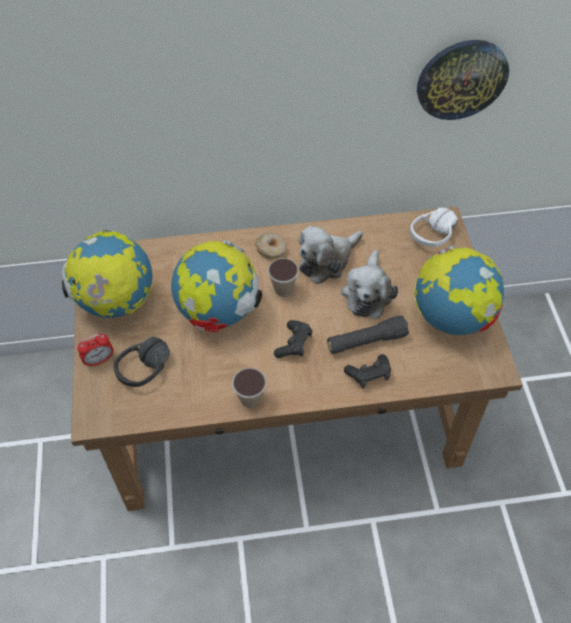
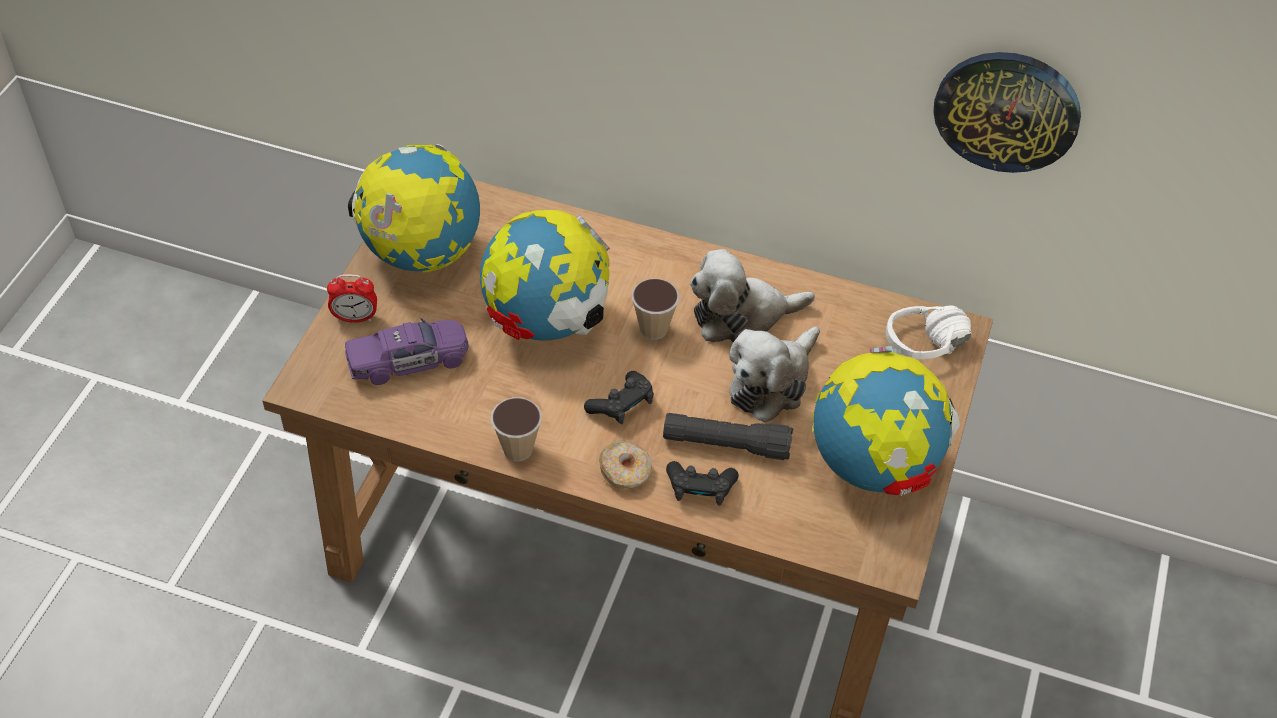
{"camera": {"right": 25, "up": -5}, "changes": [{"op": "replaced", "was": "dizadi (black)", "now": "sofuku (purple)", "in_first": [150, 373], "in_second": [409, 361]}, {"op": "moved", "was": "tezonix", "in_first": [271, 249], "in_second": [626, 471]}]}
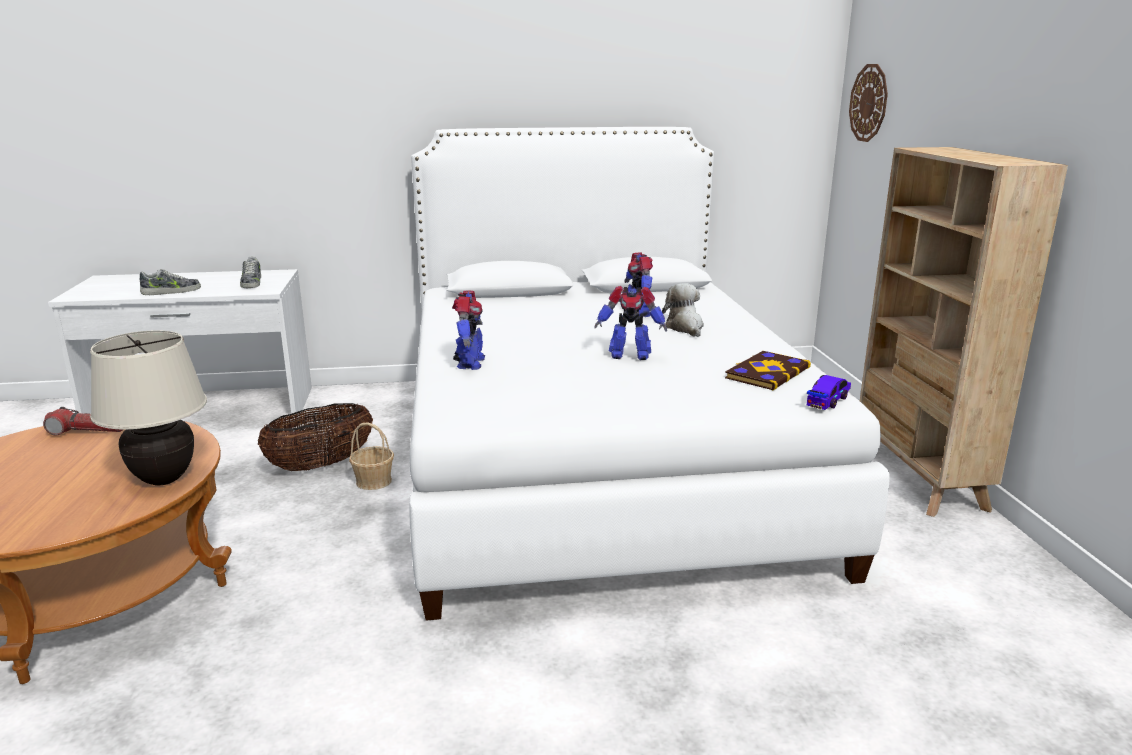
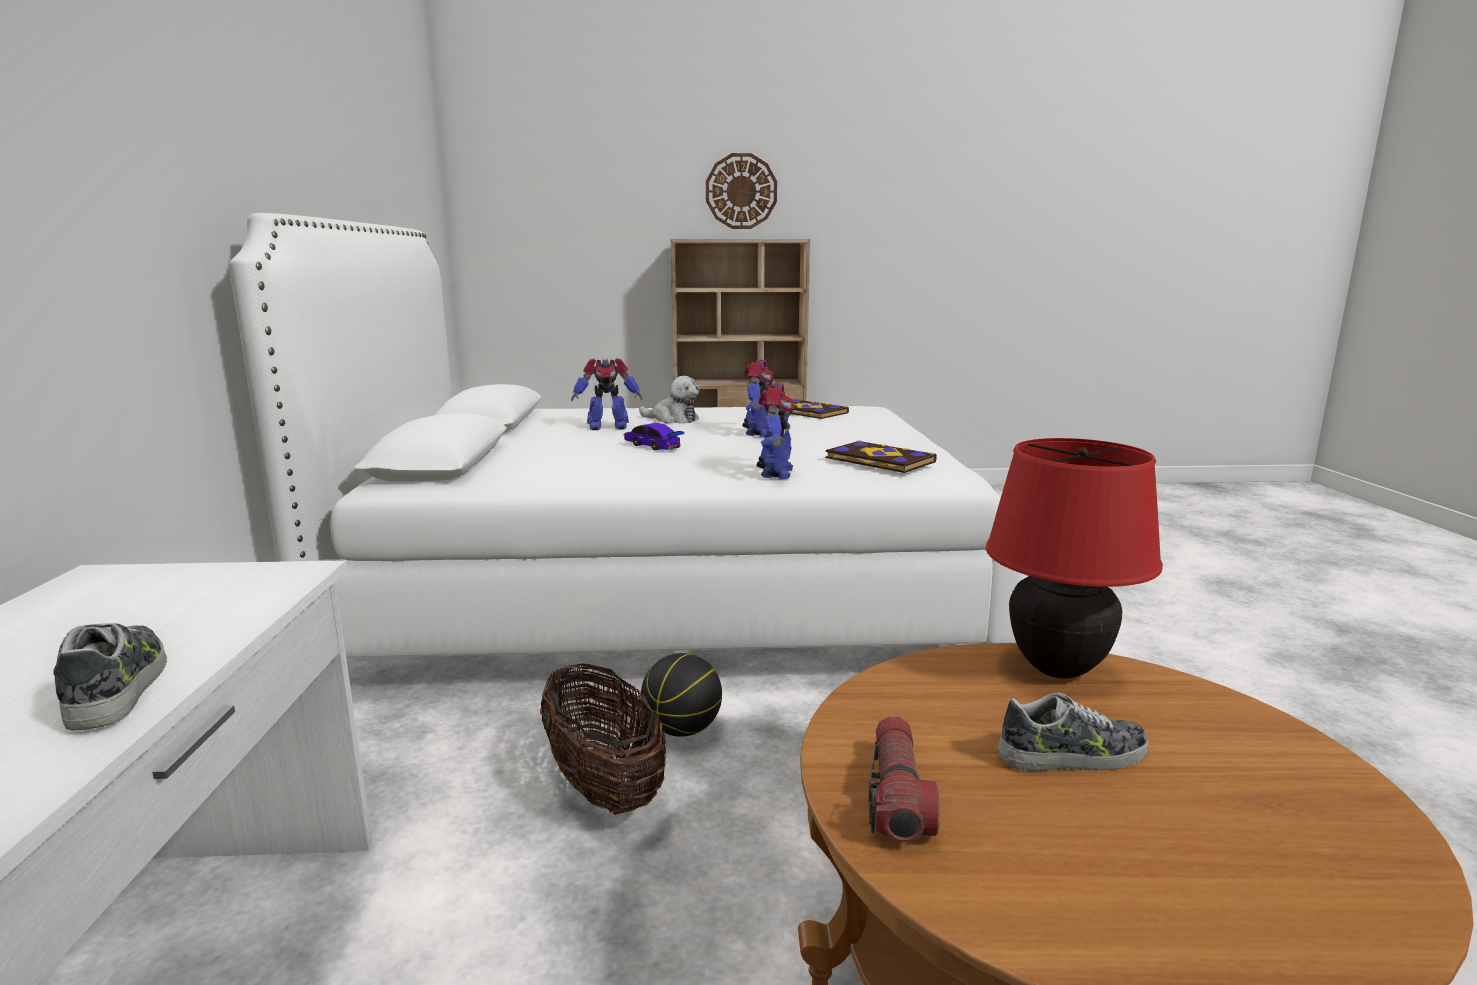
{"camera": {"right": -85, "up": -5}, "changes": [{"op": "recoloured", "was": "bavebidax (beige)", "now": "bavebidax (red)", "in_first": [163, 479], "in_second": [1057, 670]}, {"op": "moved", "was": "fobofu", "in_first": [251, 282], "in_second": [1073, 756]}, {"op": "replaced", "was": "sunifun", "now": "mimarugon", "in_first": [373, 481], "in_second": [681, 730]}, {"op": "turned", "was": "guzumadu", "in_first": [469, 363], "in_second": [775, 473], "clockwise": 90}, {"op": "turned", "was": "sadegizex", "in_first": [685, 328], "in_second": [672, 419], "clockwise": -150}, {"op": "moved", "was": "sofuku", "in_first": [828, 400], "in_second": [652, 446]}, {"op": "moved", "was": "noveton", "in_first": [869, 103], "in_second": [741, 191]}, {"op": "added", "now": "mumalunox", "in_second": [879, 460]}]}
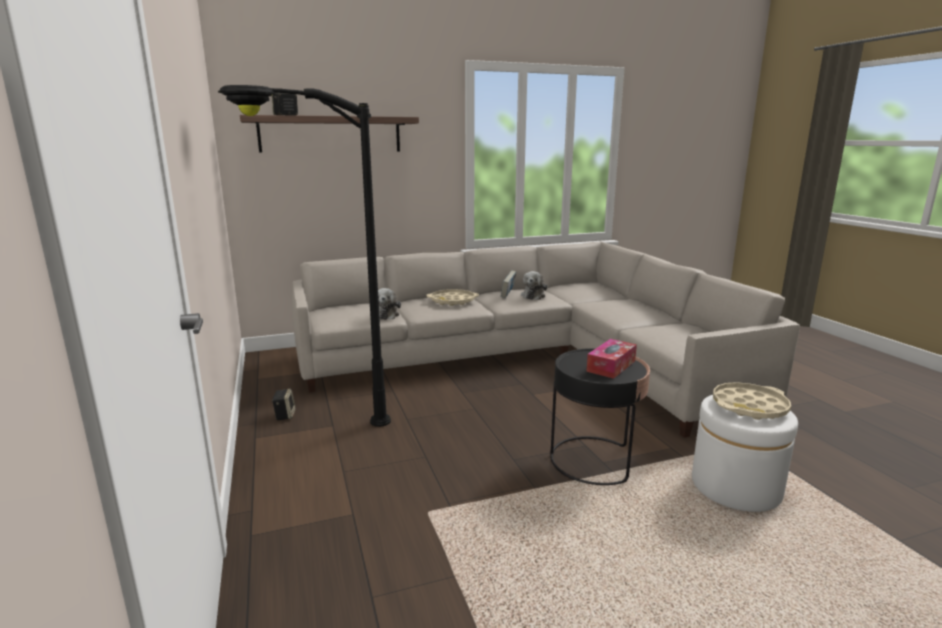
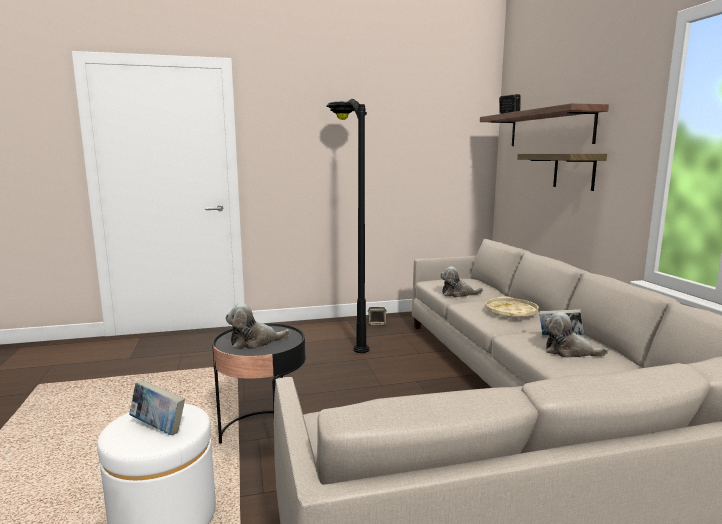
{"camera": {"right": 95, "up": -5}, "changes": [{"op": "replaced", "was": "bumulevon", "now": "sadegizex", "in_first": [611, 366], "in_second": [255, 342]}, {"op": "replaced", "was": "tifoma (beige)", "now": "mumalunox", "in_first": [749, 407], "in_second": [158, 428]}, {"op": "added", "now": "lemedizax", "in_second": [574, 171]}]}
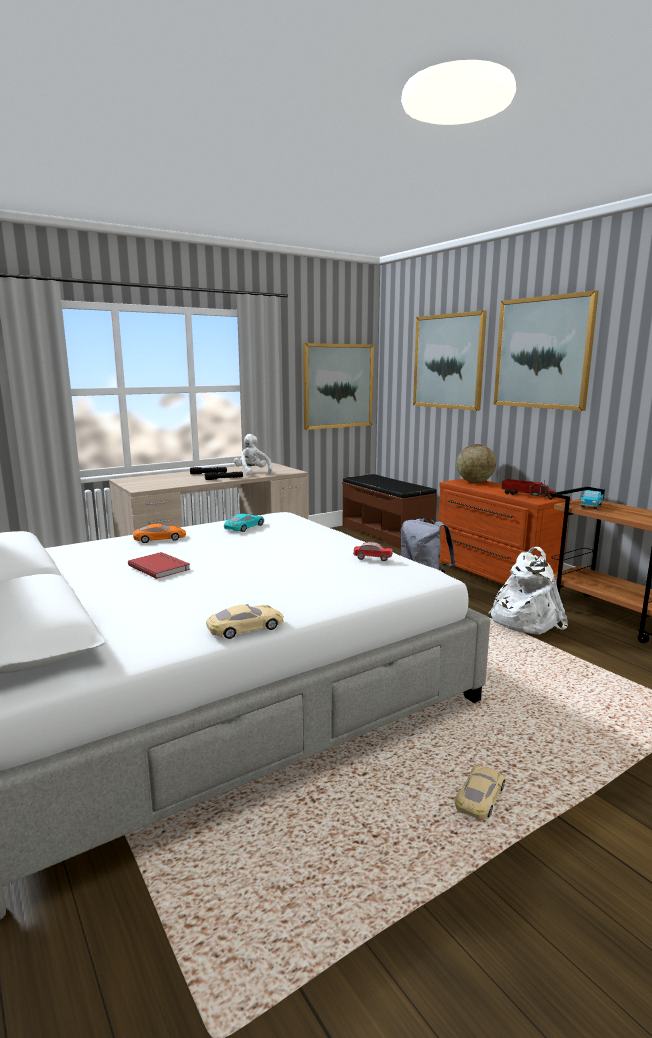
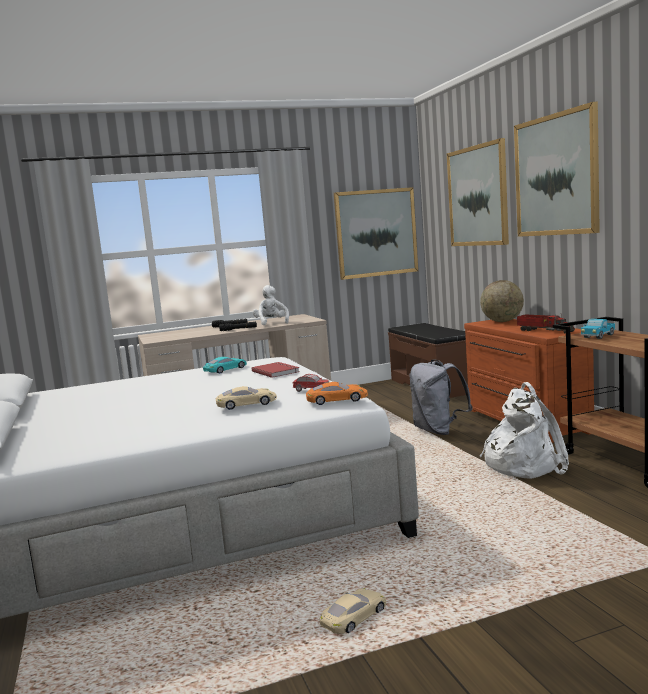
{"camera": {"right": 15, "up": -5}, "changes": [{"op": "moved", "was": "mumalunox (red)", "in_first": [160, 567], "in_second": [276, 371]}, {"op": "moved", "was": "sofuku (orange)", "in_first": [160, 538], "in_second": [337, 400]}, {"op": "moved", "was": "sofuku (beige)", "in_first": [245, 627], "in_second": [246, 404]}]}
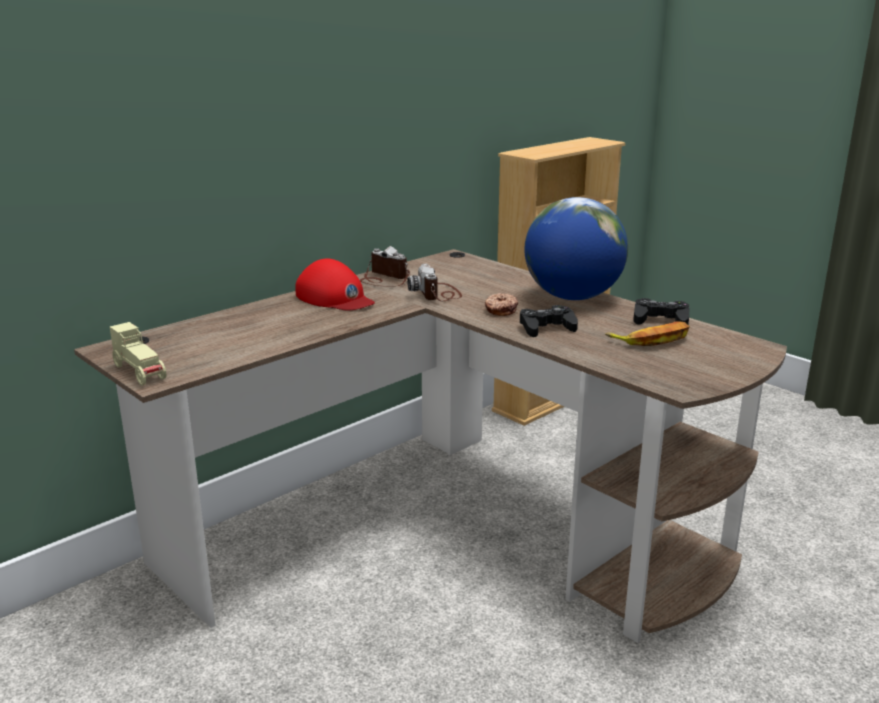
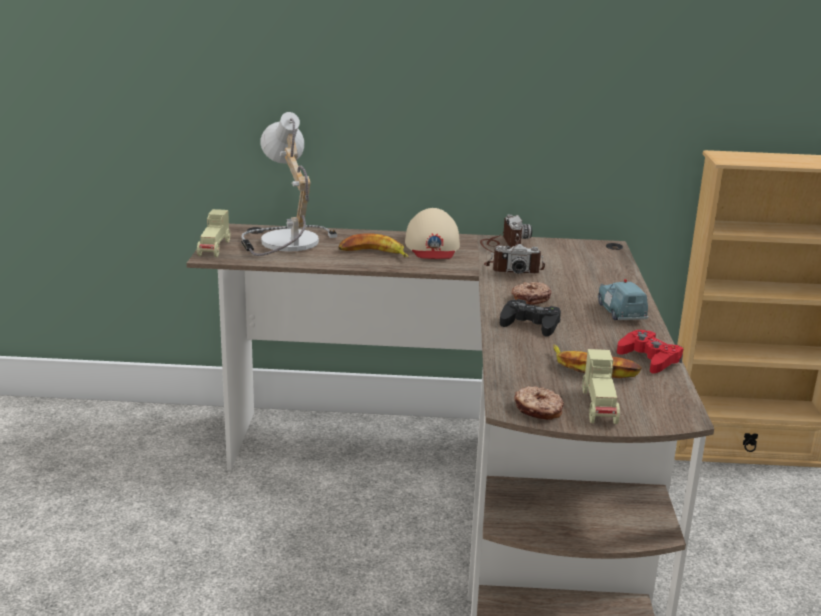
{"camera": {"right": 45, "up": 0}, "changes": [{"op": "recoloured", "was": "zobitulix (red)", "now": "zobitulix (beige)", "in_first": [335, 298], "in_second": [432, 246]}, {"op": "turned", "was": "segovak", "in_first": [437, 294], "in_second": [513, 269], "clockwise": -120}, {"op": "replaced", "was": "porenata", "now": "sofuku (blue)", "in_first": [573, 297], "in_second": [621, 312]}, {"op": "recoloured", "was": "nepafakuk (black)", "now": "nepafakuk (red)", "in_first": [660, 320], "in_second": [649, 359]}, {"op": "added", "now": "bavebidax", "in_second": [283, 241]}, {"op": "added", "now": "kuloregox", "in_second": [373, 254]}, {"op": "added", "now": "tezonix", "in_second": [538, 410]}, {"op": "added", "now": "sofuku (beige)", "in_second": [600, 407]}]}
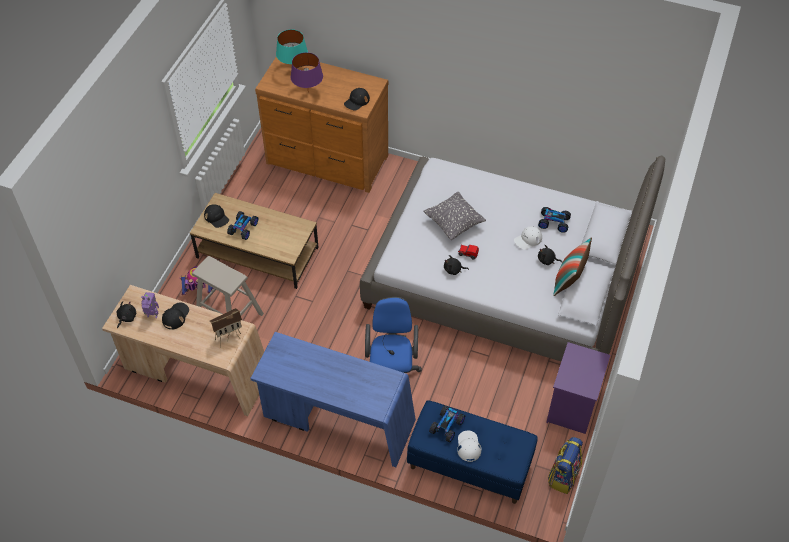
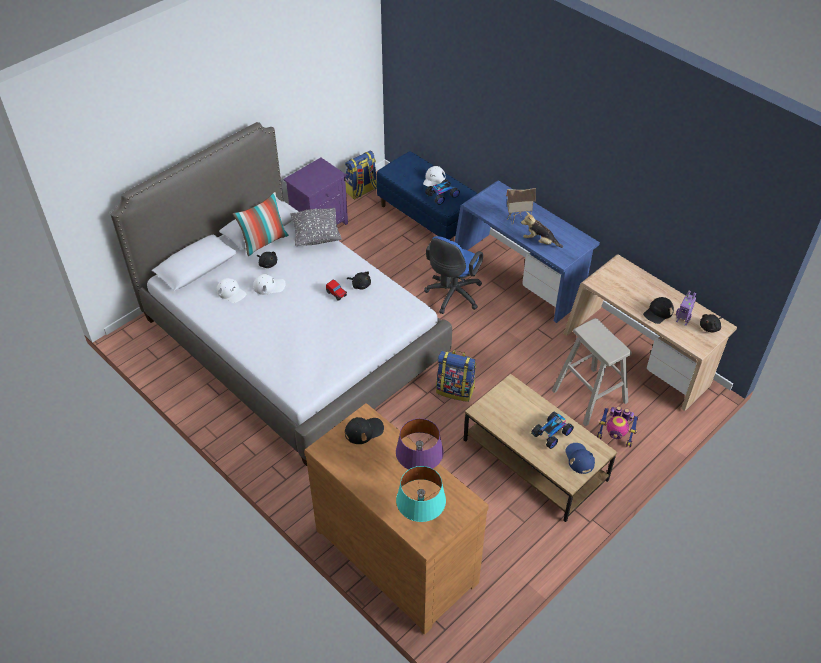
{"camera": {"right": -155, "up": -5}, "changes": [{"op": "recoloured", "was": "zobitulix (black)", "now": "zobitulix (blue)", "in_first": [216, 217], "in_second": [579, 458]}, {"op": "moved", "was": "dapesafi", "in_first": [229, 337], "in_second": [518, 220]}, {"op": "moved", "was": "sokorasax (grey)", "in_first": [454, 223], "in_second": [316, 236]}, {"op": "replaced", "was": "sofuku", "now": "zobitulix (white)", "in_first": [553, 223], "in_second": [231, 292]}, {"op": "added", "now": "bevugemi", "in_second": [455, 390]}, {"op": "added", "now": "sadegizex", "in_second": [540, 242]}]}
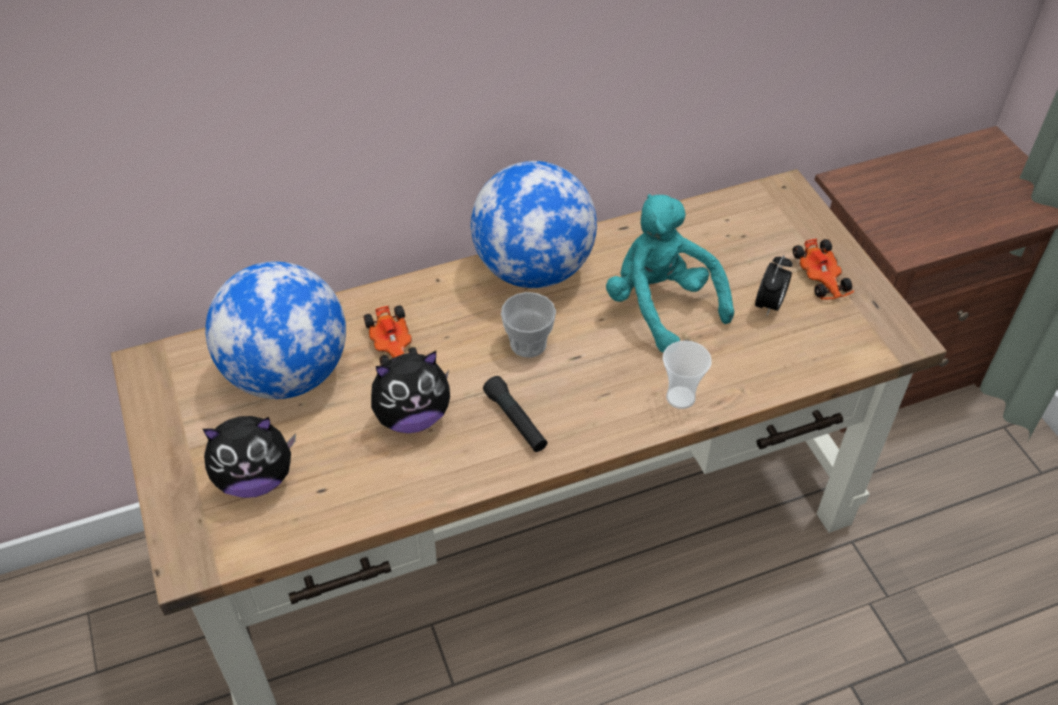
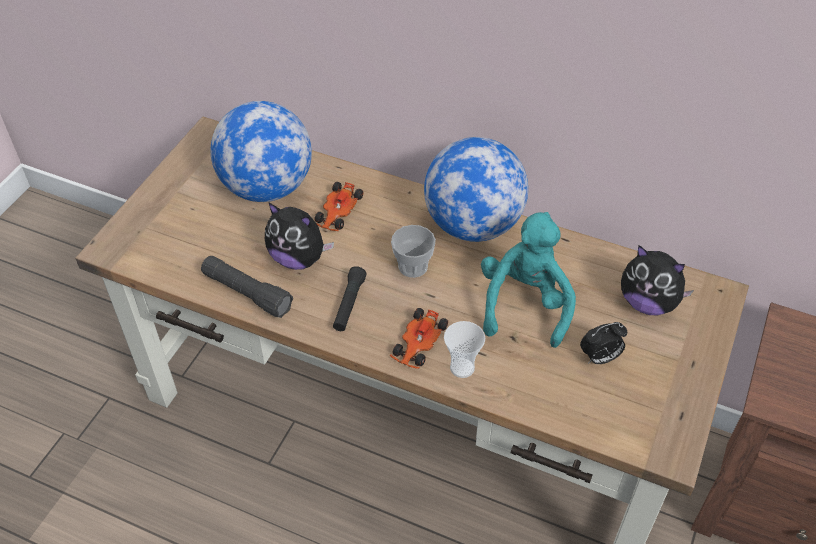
{"camera": {"right": 45, "up": 0}, "changes": [{"op": "moved", "was": "sadegizex", "in_first": [256, 479], "in_second": [648, 303]}, {"op": "moved", "was": "sofuku", "in_first": [821, 276], "in_second": [418, 343]}, {"op": "added", "now": "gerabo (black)", "in_second": [247, 293]}]}
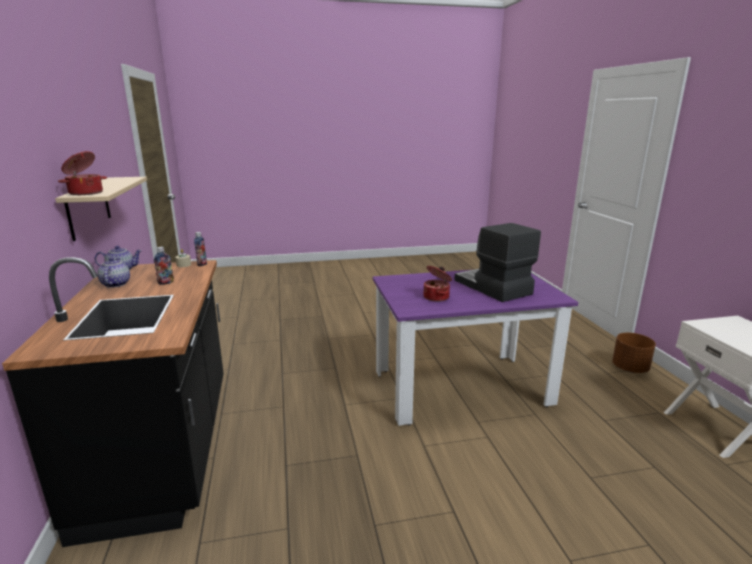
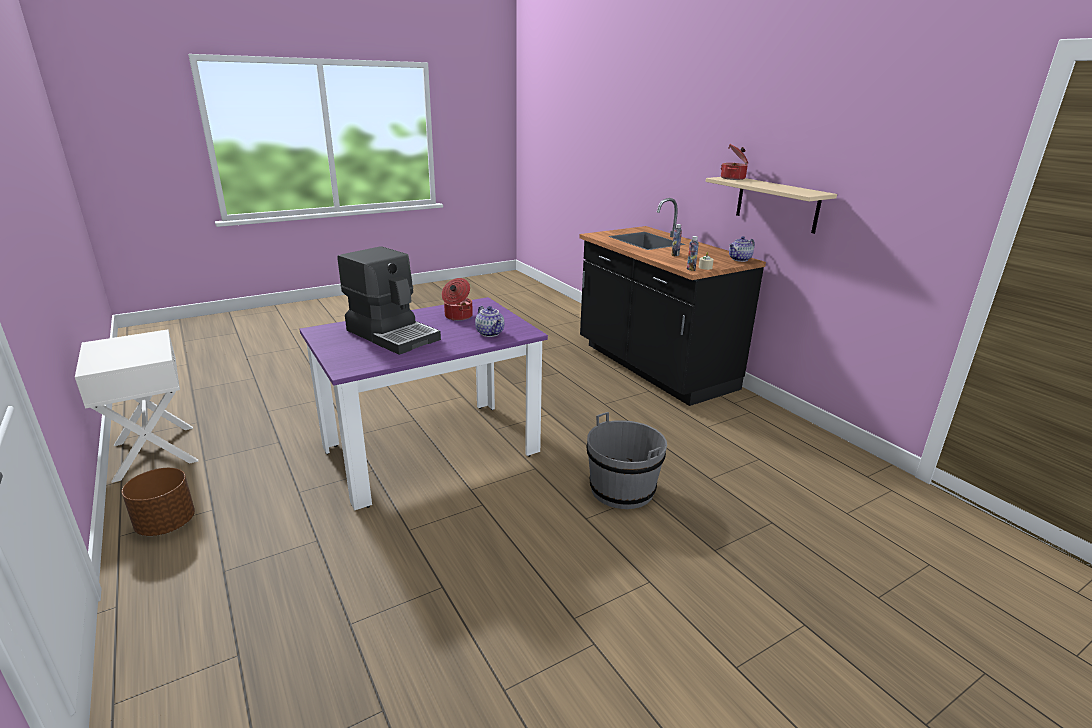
{"camera": {"right": 160, "up": 5}, "changes": [{"op": "moved", "was": "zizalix", "in_first": [115, 284], "in_second": [490, 333]}, {"op": "added", "now": "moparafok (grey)", "in_second": [622, 489]}]}
